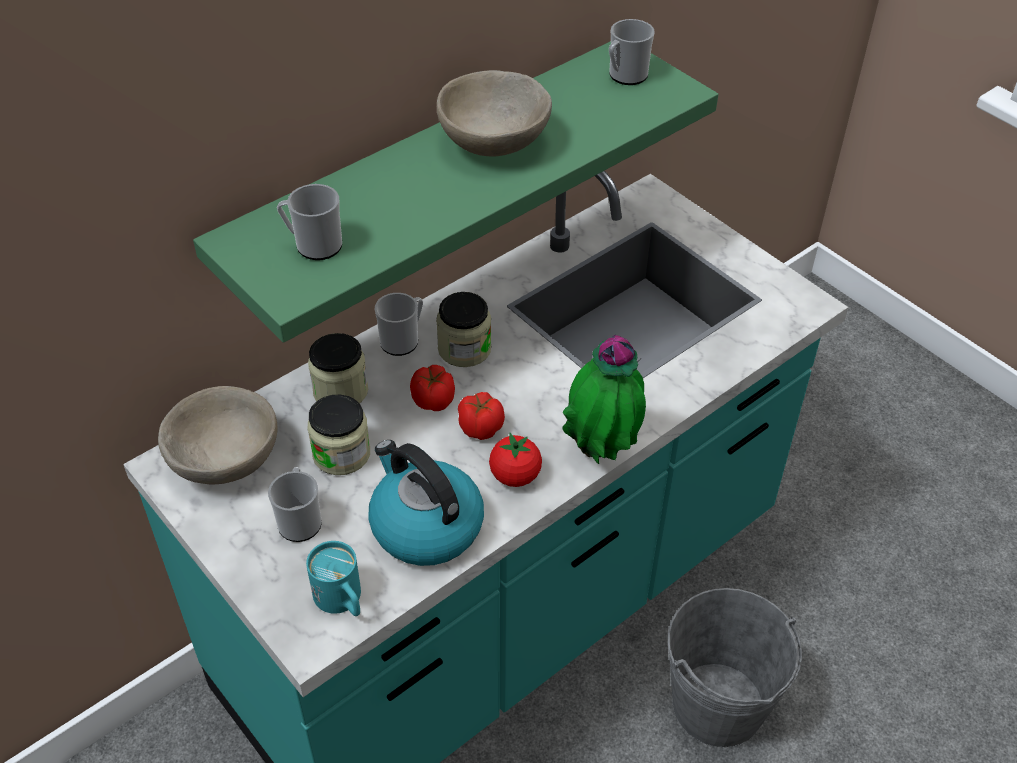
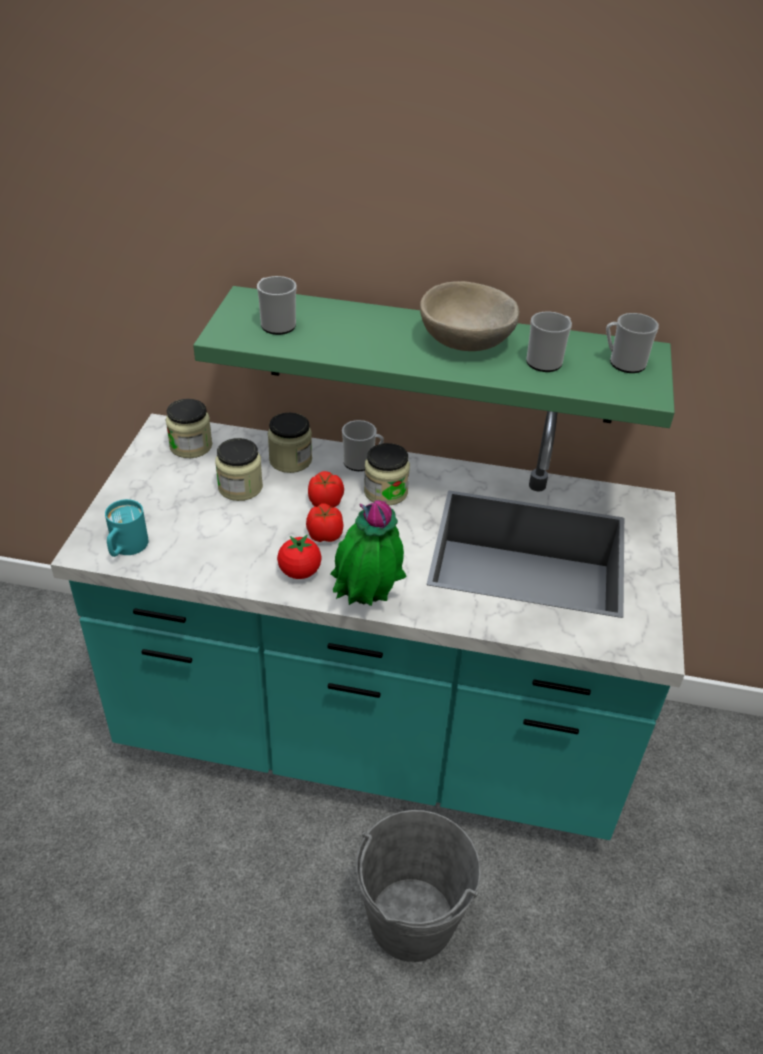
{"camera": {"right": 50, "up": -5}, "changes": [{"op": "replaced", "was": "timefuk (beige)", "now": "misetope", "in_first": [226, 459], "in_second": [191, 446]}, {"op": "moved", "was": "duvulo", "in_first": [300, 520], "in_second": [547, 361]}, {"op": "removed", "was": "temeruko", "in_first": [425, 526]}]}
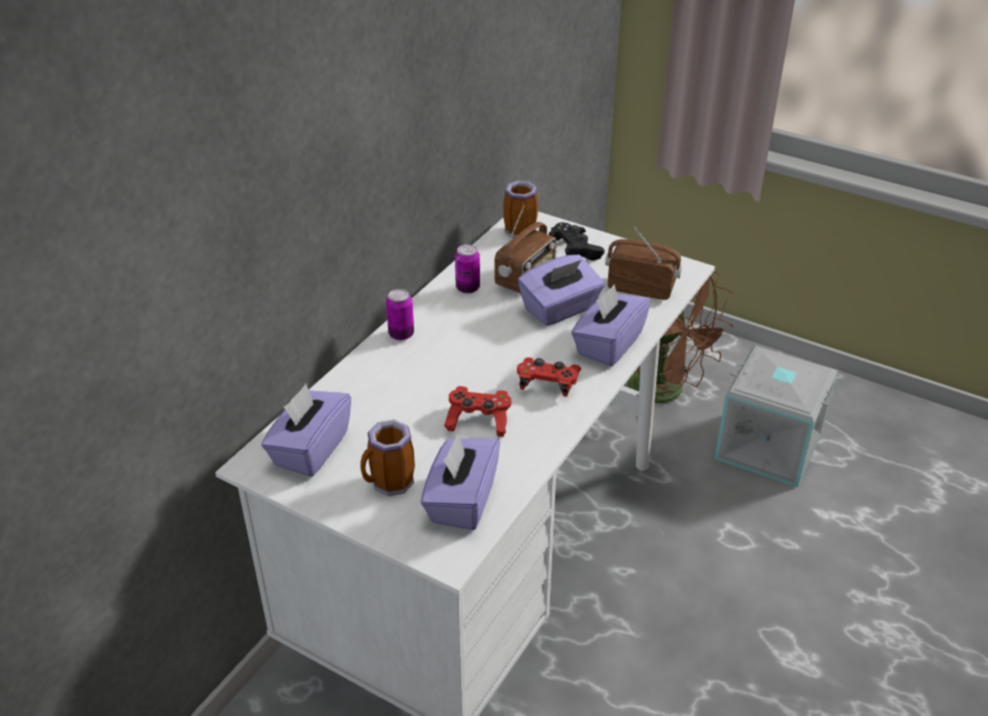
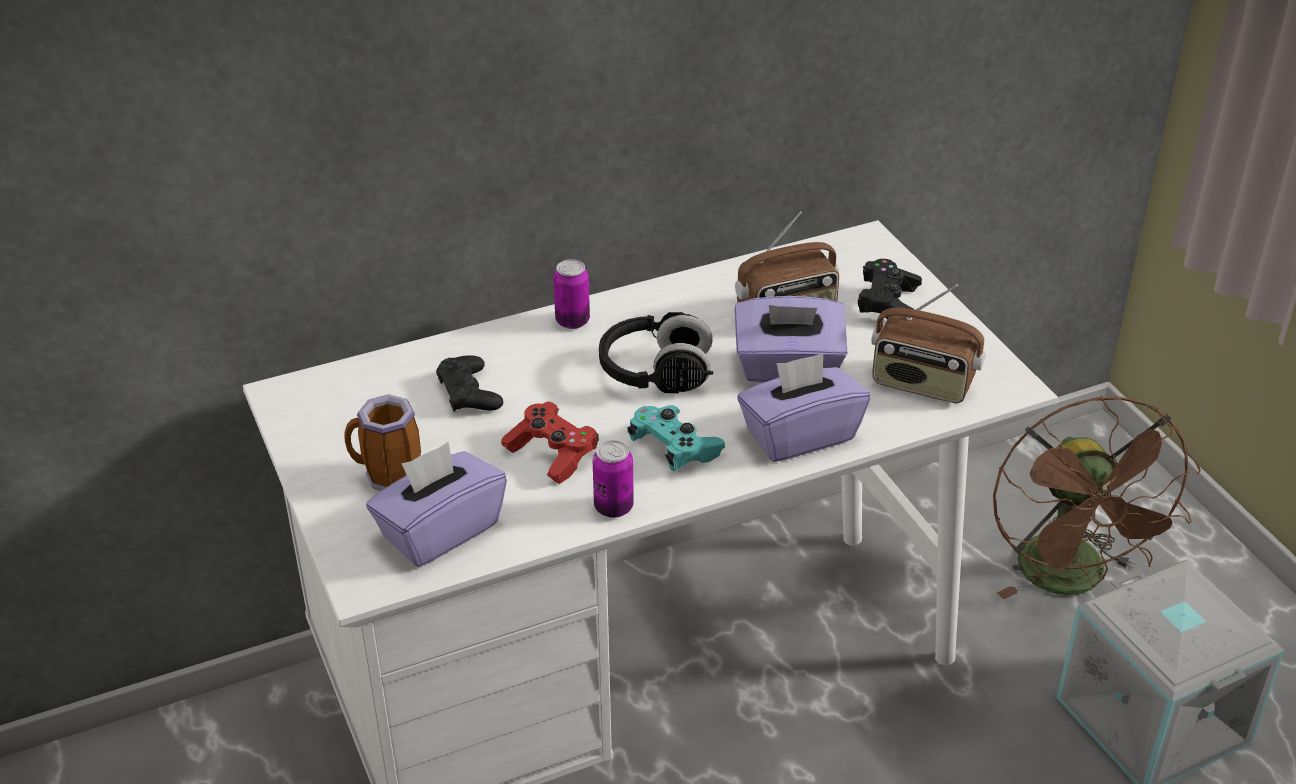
{"camera": {"right": 35, "up": 0}, "changes": [{"op": "removed", "was": "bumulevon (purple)", "in_first": [310, 449]}, {"op": "moved", "was": "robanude", "in_first": [468, 288], "in_second": [613, 507]}, {"op": "removed", "was": "duvulo", "in_first": [520, 229]}, {"op": "recoloured", "was": "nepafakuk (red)", "now": "nepafakuk (turquoise)", "in_first": [547, 384], "in_second": [674, 449]}, {"op": "turned", "was": "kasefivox", "in_first": [641, 287], "in_second": [922, 384], "clockwise": 150}, {"op": "added", "now": "nepafakuk (black)", "in_second": [469, 393]}, {"op": "added", "now": "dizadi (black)", "in_second": [656, 374]}]}
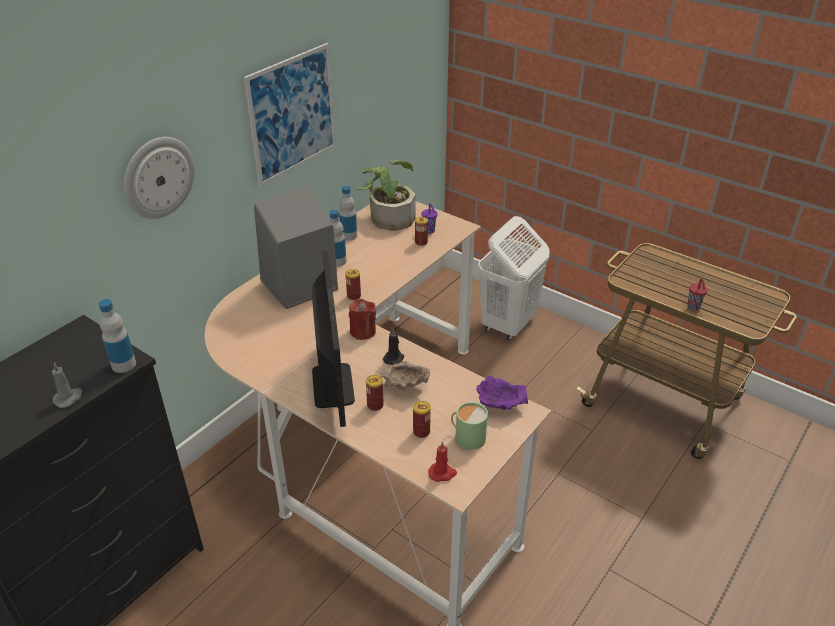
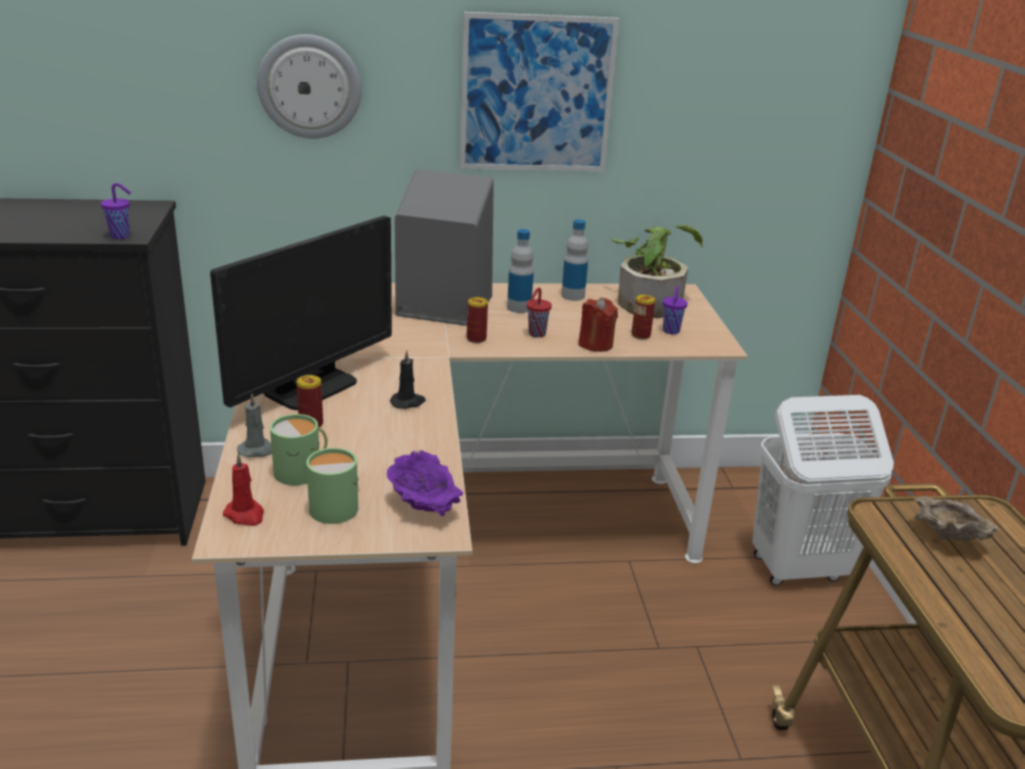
{"camera": {"right": 45, "up": -10}, "changes": [{"op": "moved", "was": "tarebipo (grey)", "in_first": [68, 398], "in_second": [258, 450]}, {"op": "replaced", "was": "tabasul", "now": "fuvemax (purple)", "in_first": [123, 364], "in_second": [121, 236]}, {"op": "moved", "was": "tarebipo (red)", "in_first": [363, 331], "in_second": [595, 344]}, {"op": "moved", "was": "timefuk (beige)", "in_first": [405, 387], "in_second": [947, 539]}, {"op": "replaced", "was": "robanude", "now": "duvulo (green)", "in_first": [421, 432], "in_second": [302, 471]}, {"op": "moved", "was": "fuvemax (red)", "in_first": [693, 307], "in_second": [536, 334]}]}
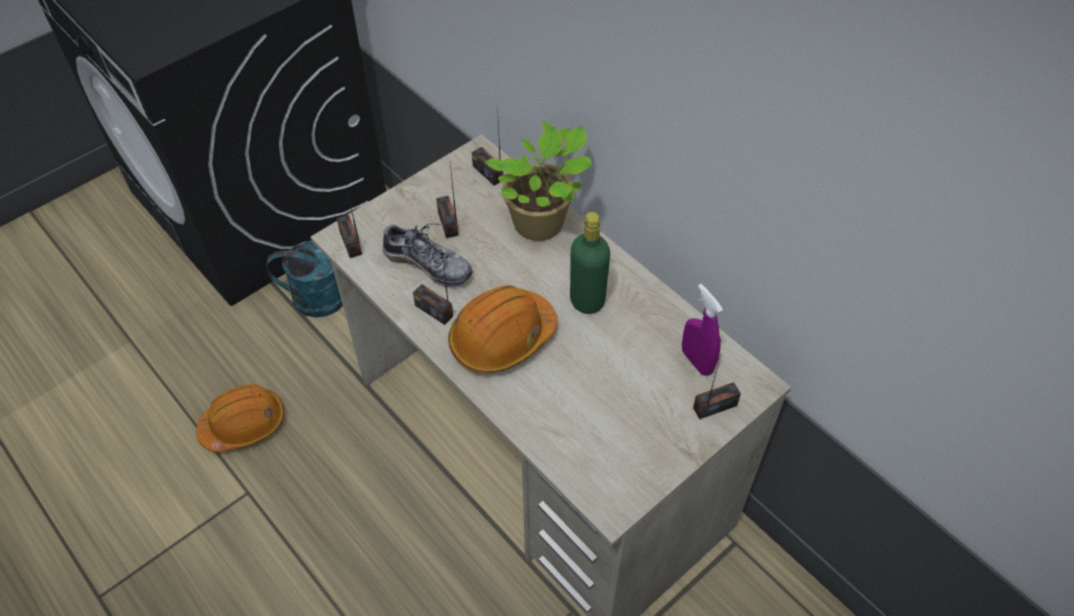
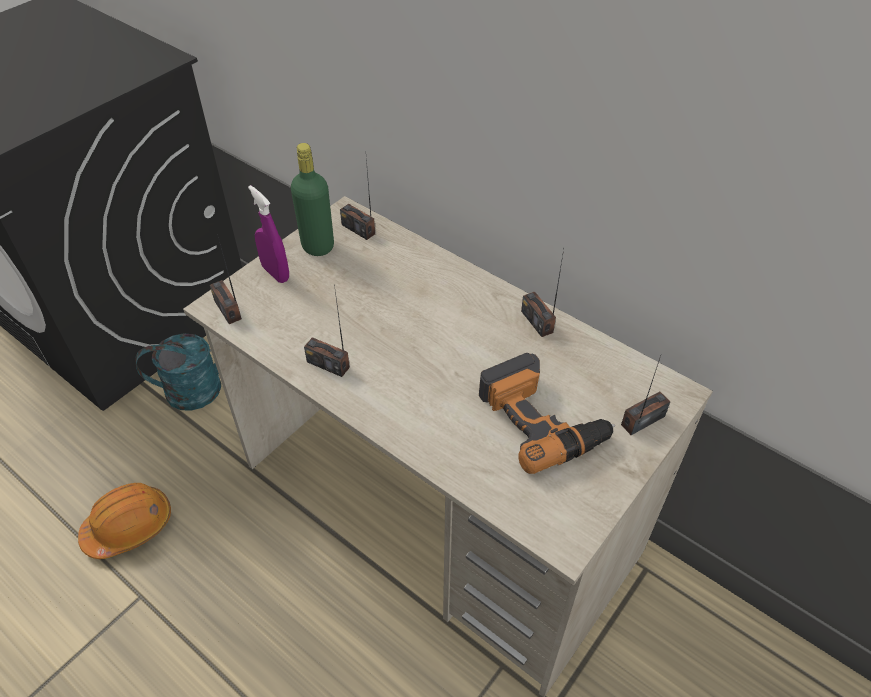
{"camera": {"right": -10, "up": -5}, "changes": [{"op": "removed", "was": "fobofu", "in_first": [428, 264]}, {"op": "moved", "was": "kasefivox", "in_first": [448, 223], "in_second": [537, 321]}, {"op": "removed", "was": "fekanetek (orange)", "in_first": [502, 338]}, {"op": "removed", "was": "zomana", "in_first": [542, 225]}, {"op": "moved", "was": "tabasul (green)", "in_first": [587, 300], "in_second": [318, 246]}, {"op": "moved", "was": "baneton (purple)", "in_first": [696, 361], "in_second": [275, 273]}, {"op": "added", "now": "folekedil", "in_second": [542, 419]}]}
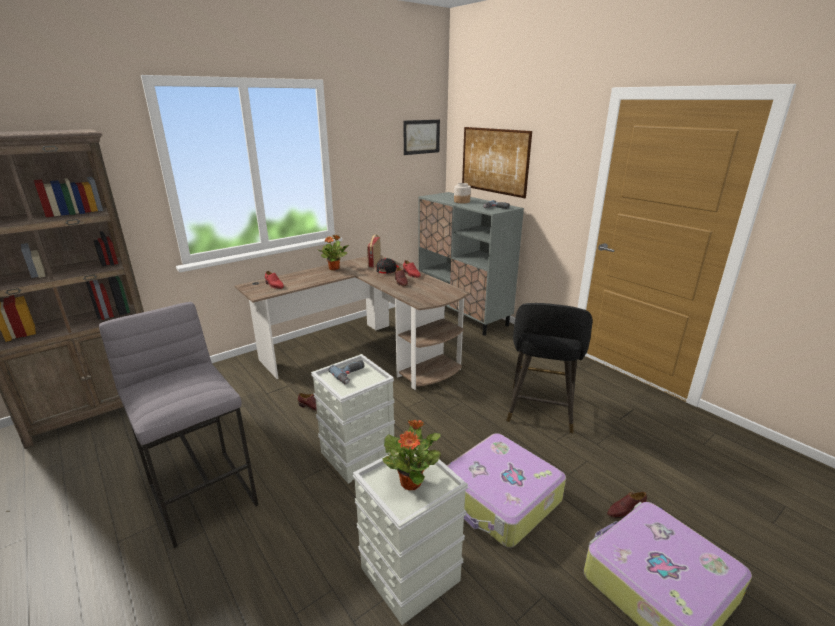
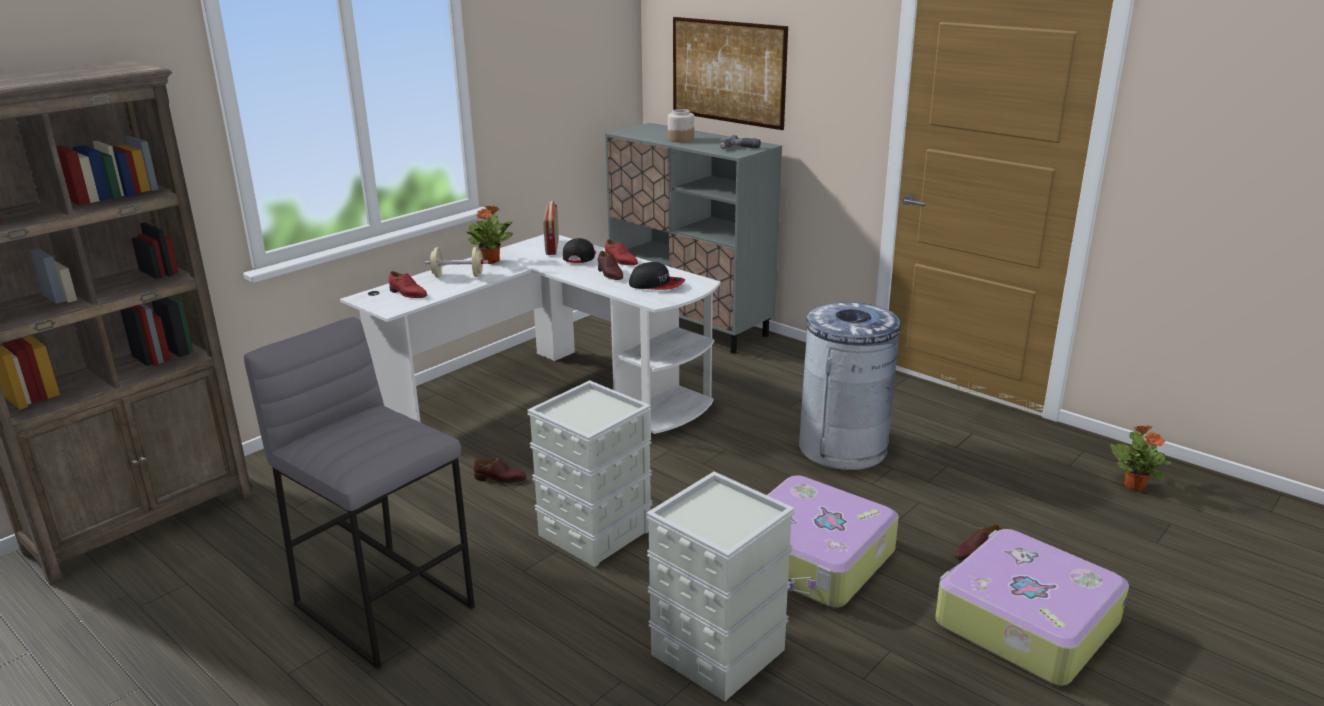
{"camera": {"right": -10, "up": 0}, "changes": [{"op": "recoloured", "was": "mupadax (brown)", "now": "mupadax (white)", "in_first": [366, 353], "in_second": [552, 397]}, {"op": "removed", "was": "folekedil", "in_first": [351, 375]}, {"op": "moved", "was": "zomana", "in_first": [411, 482], "in_second": [1134, 485]}, {"op": "removed", "was": "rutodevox", "in_first": [421, 137]}, {"op": "replaced", "was": "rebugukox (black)", "now": "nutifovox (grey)", "in_first": [540, 410], "in_second": [843, 448]}, {"op": "added", "now": "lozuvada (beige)", "in_second": [458, 276]}, {"op": "added", "now": "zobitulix", "in_second": [657, 285]}]}
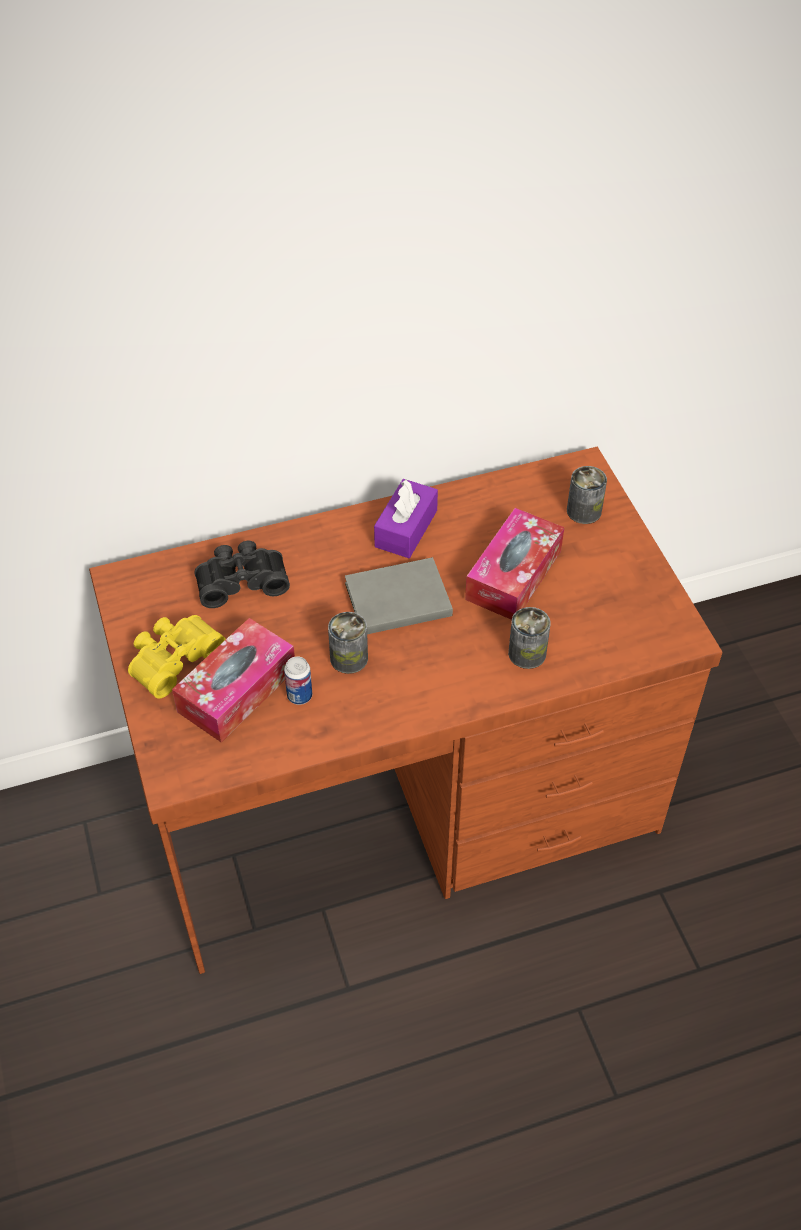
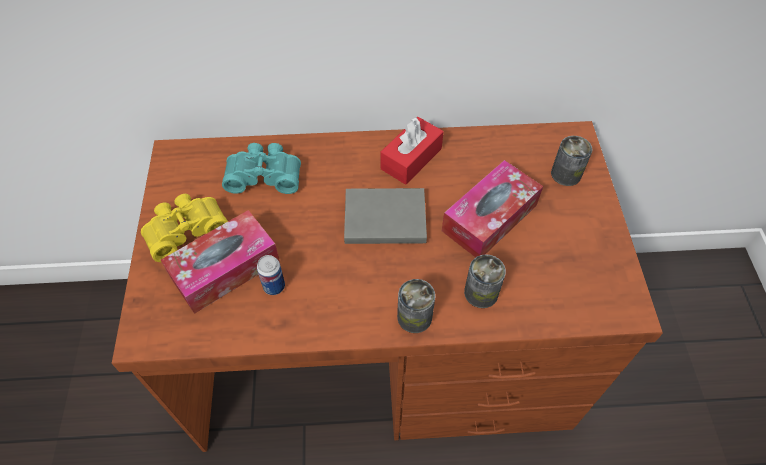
{"camera": {"right": 15, "up": 5}, "changes": [{"op": "recoloured", "was": "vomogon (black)", "now": "vomogon (turquoise)", "in_first": [241, 580], "in_second": [264, 175]}, {"op": "moved", "was": "robanude", "in_first": [349, 658], "in_second": [414, 317]}, {"op": "recoloured", "was": "bumulevon (purple)", "now": "bumulevon (red)", "in_first": [406, 528], "in_second": [411, 159]}]}
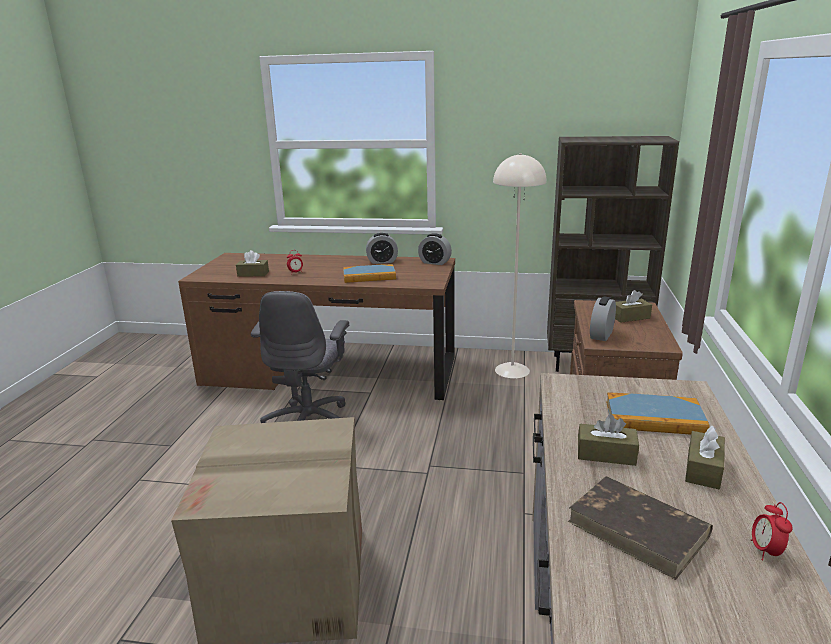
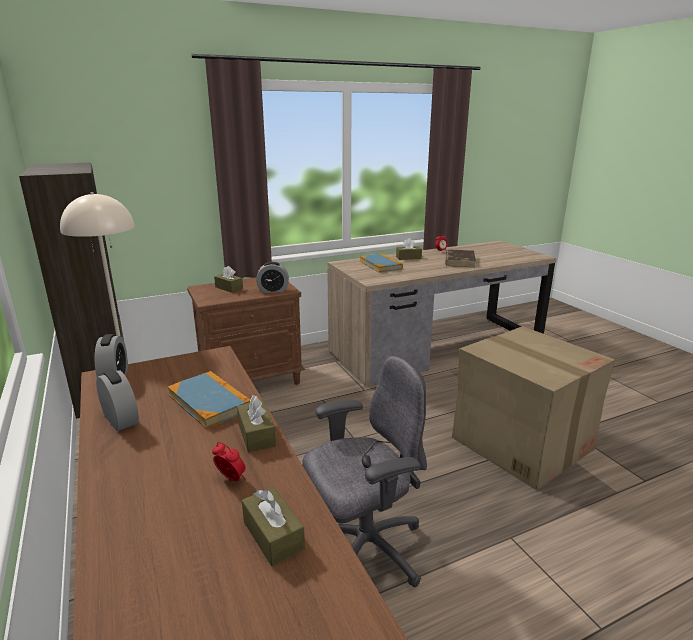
{"camera": {"right": -125, "up": 0}, "changes": [{"op": "moved", "was": "bumulevon (brown)", "in_first": [606, 454], "in_second": [256, 435]}]}
